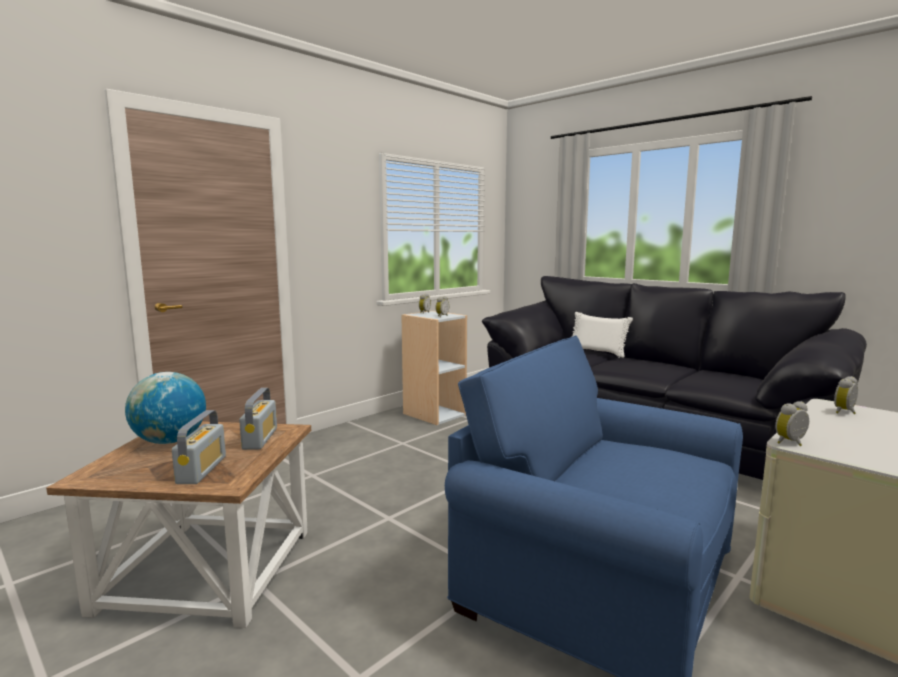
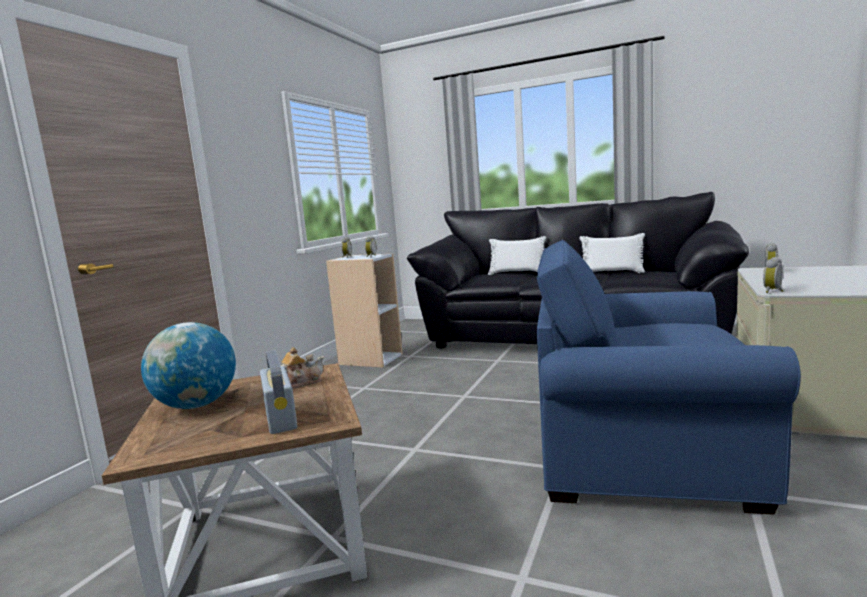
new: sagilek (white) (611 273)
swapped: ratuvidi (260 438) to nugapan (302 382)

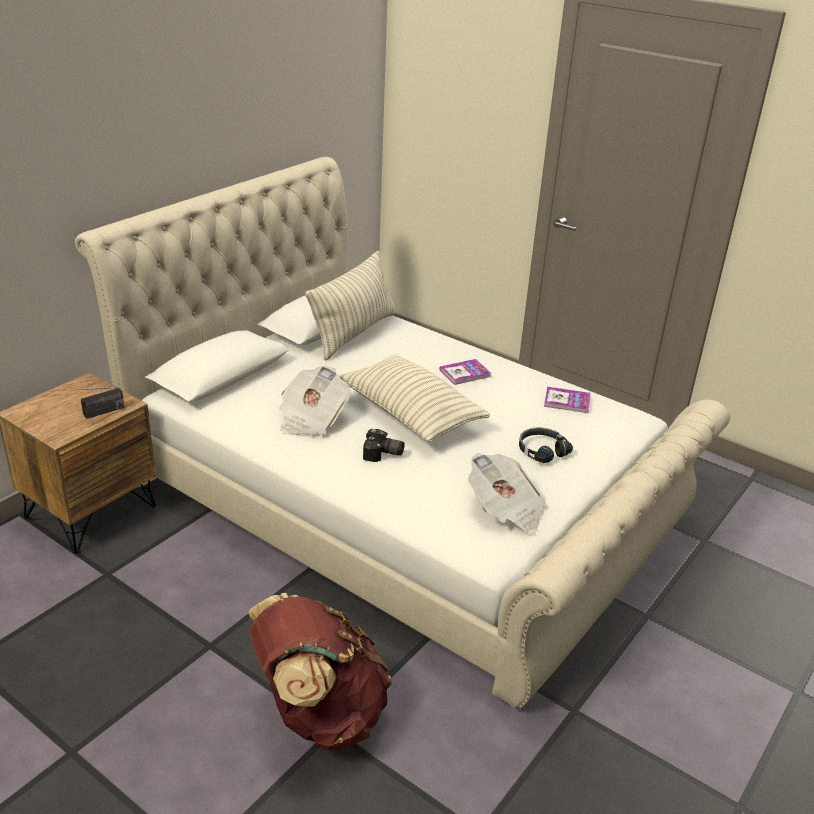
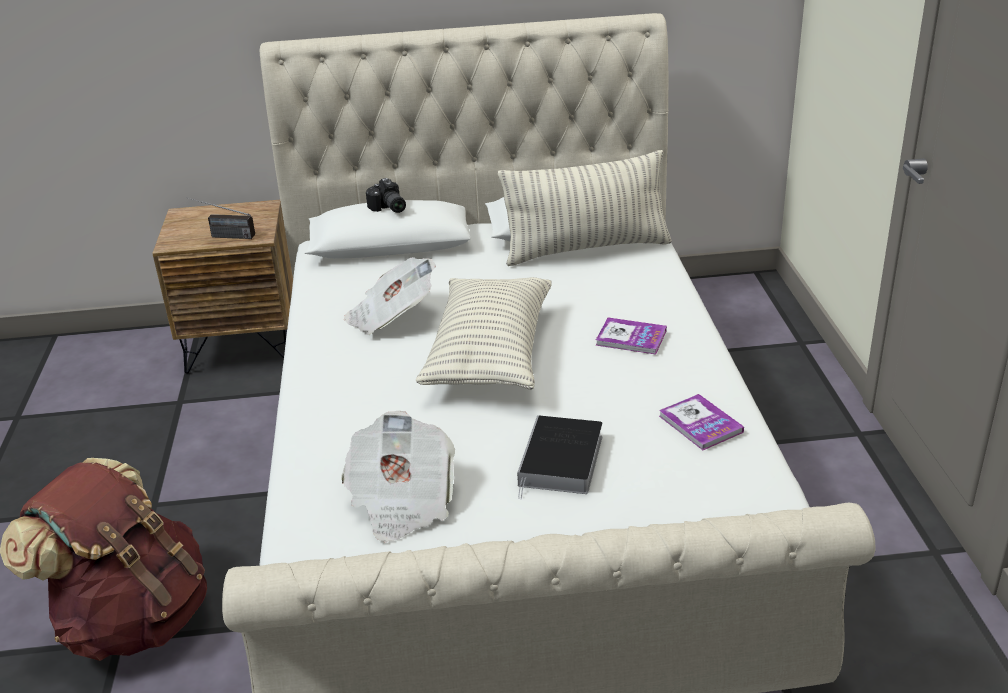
shifted: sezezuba (383 455) to (388 208)
swapped: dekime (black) (541 450) to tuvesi (561 462)

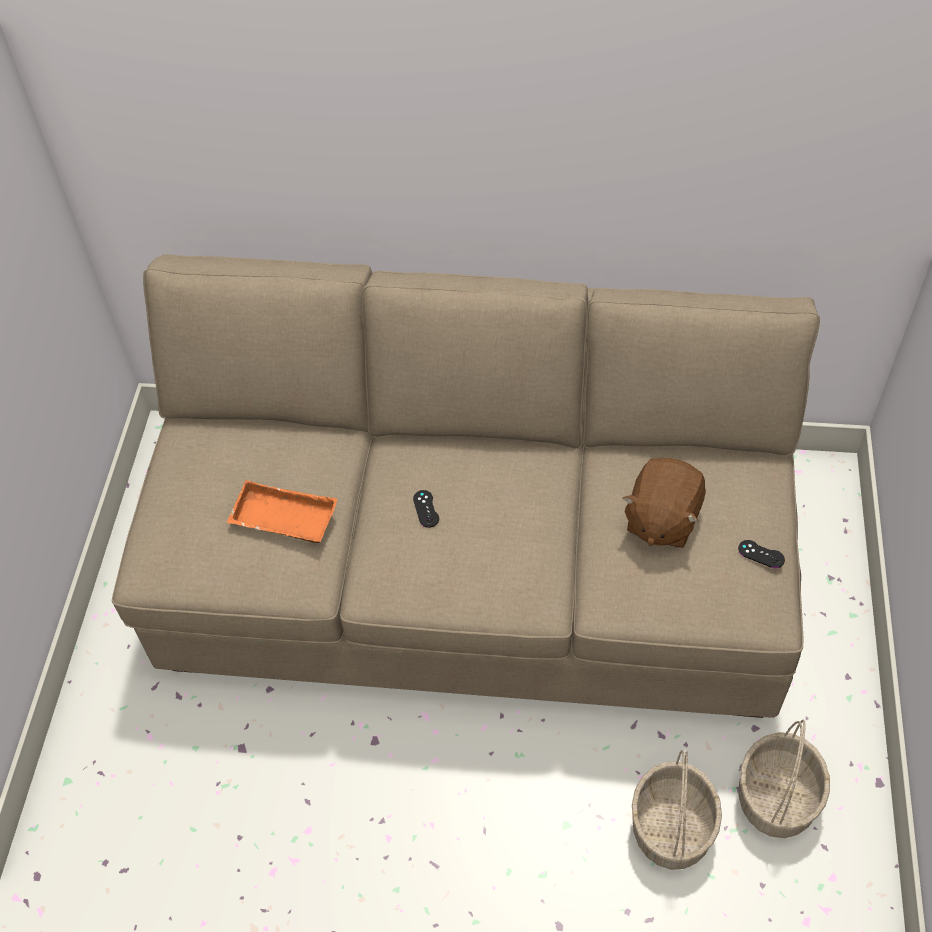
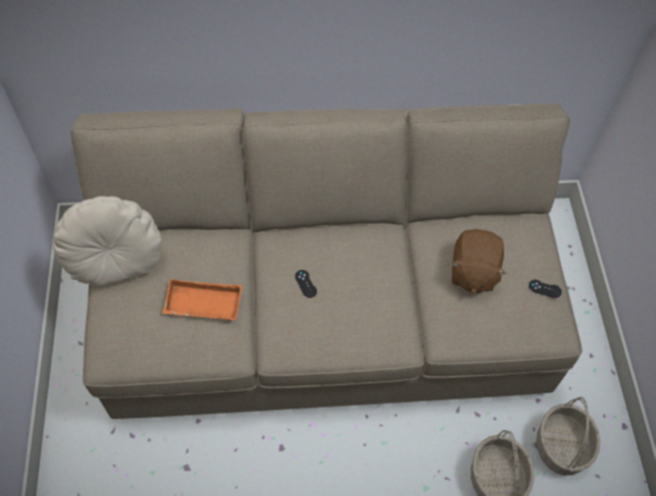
new: sagilek (beige) (117 265)

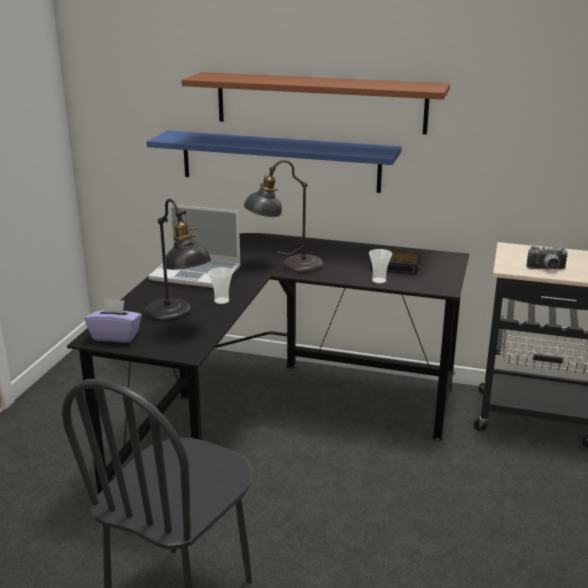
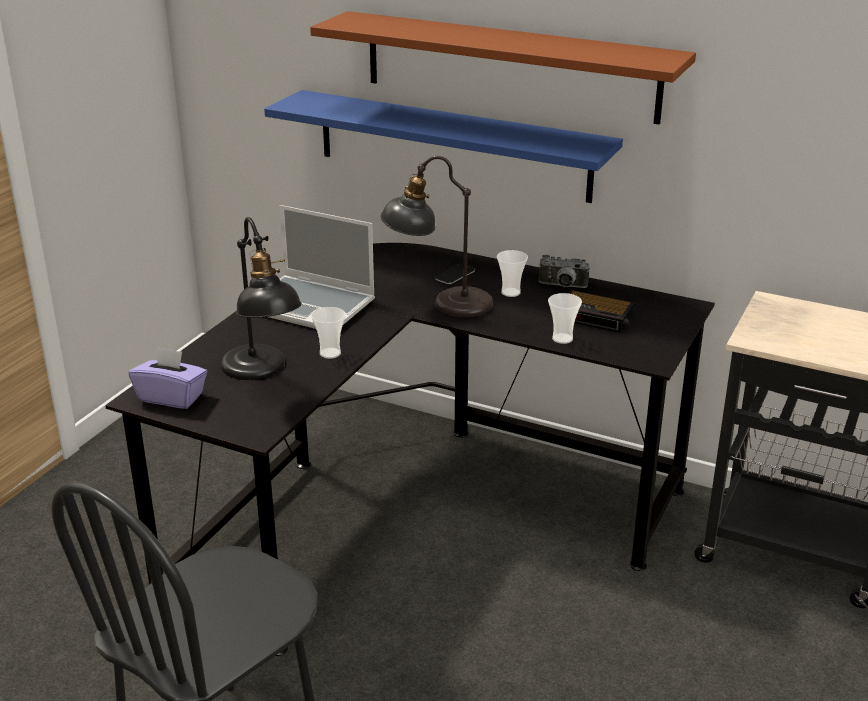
new: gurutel (510 292)
shifted: sezezuba (546 269) to (562 286)

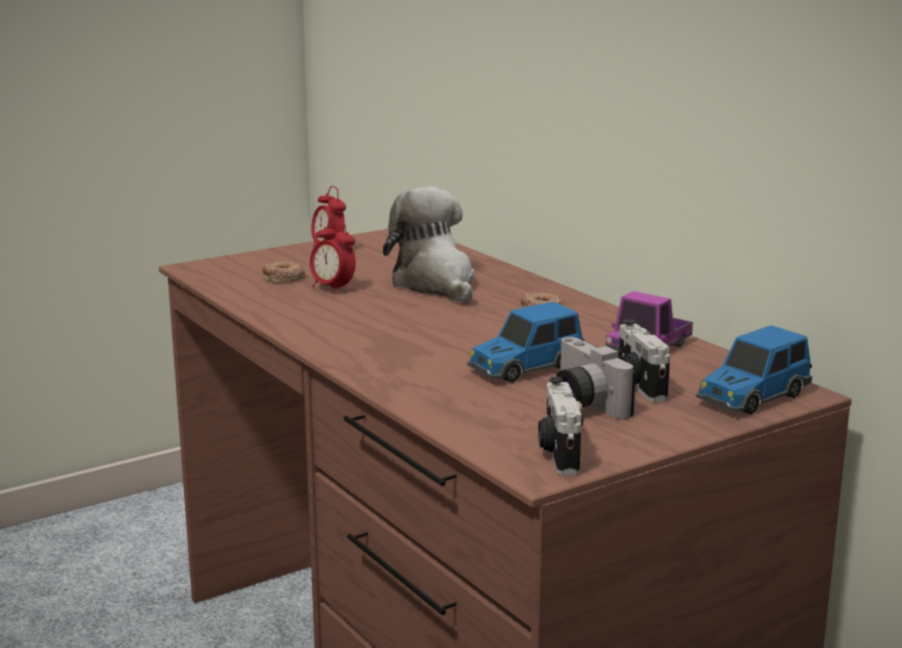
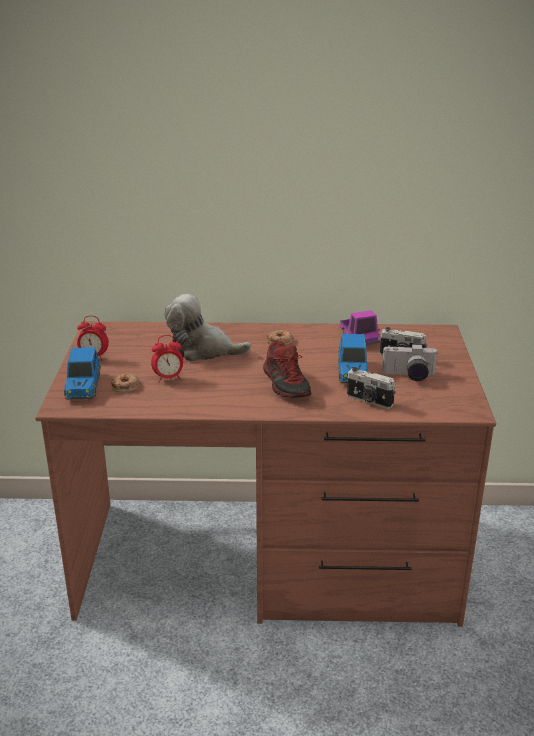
new: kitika (287 384)
shifted: sezezuba (558 453) to (369 401); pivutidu (751 398) to (83 387)

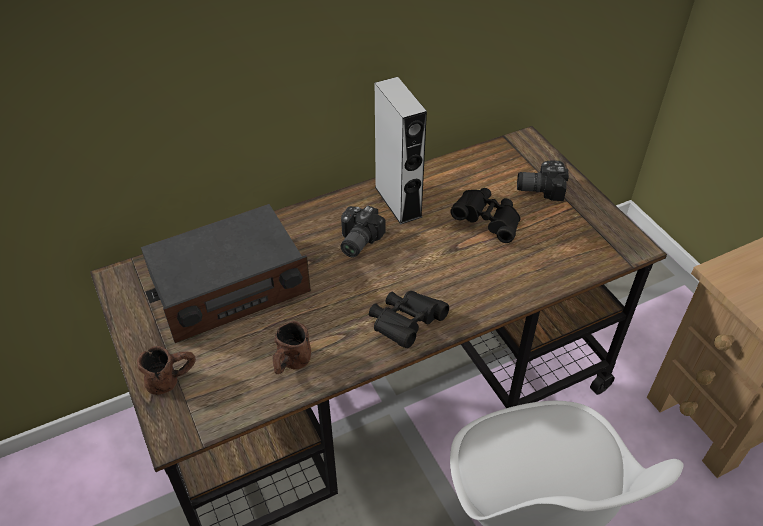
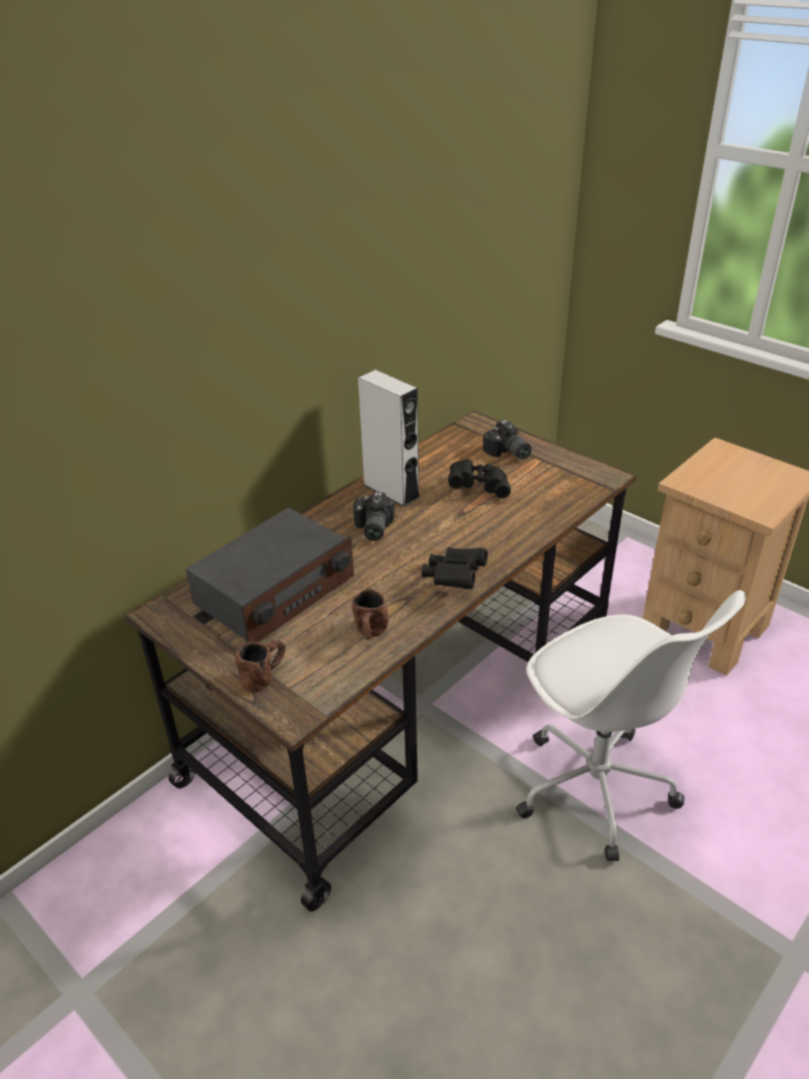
rotated: sezezuba (539 188) = (507 453) 105 degrees counterclockwise

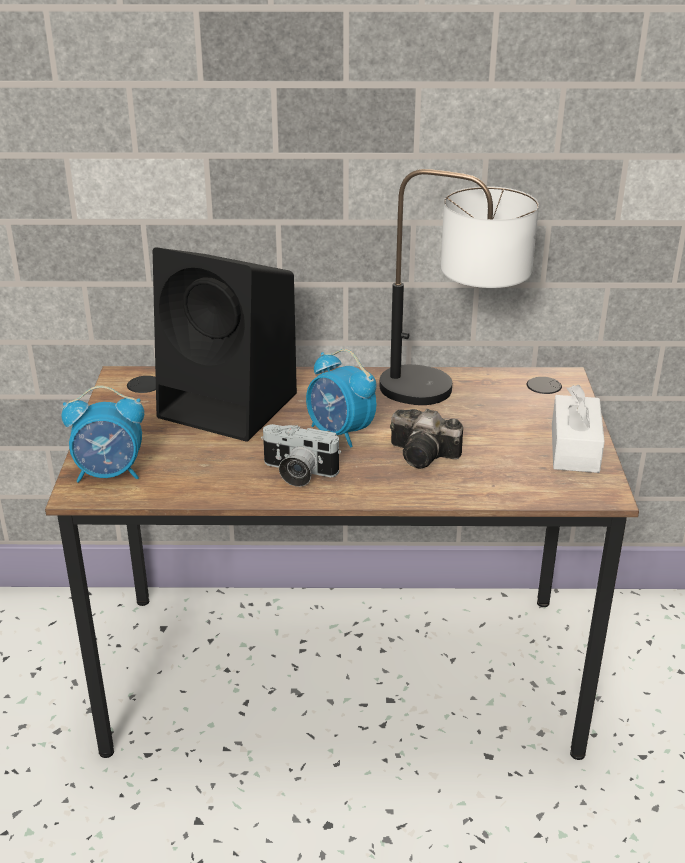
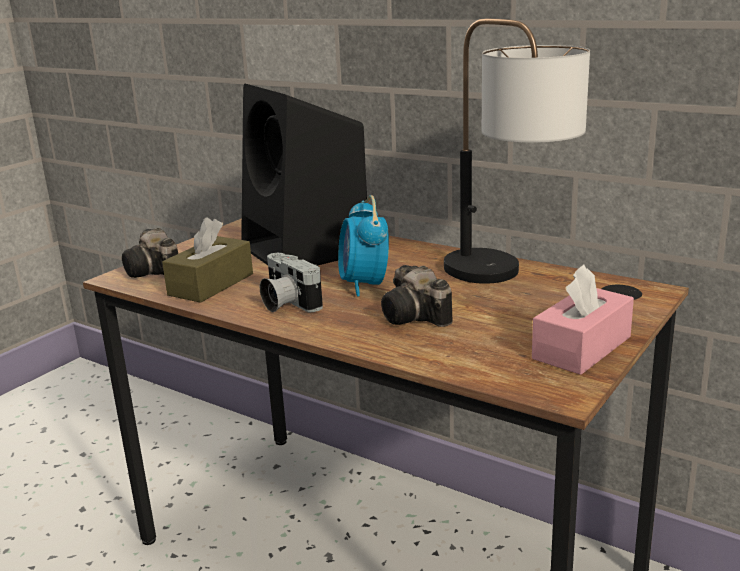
new: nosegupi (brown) (211 284)
swapped: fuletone (110 474) to sezezuba (155 272)
repainted: nosegupi (white) (574 448) to nosegupi (pink) (582 348)

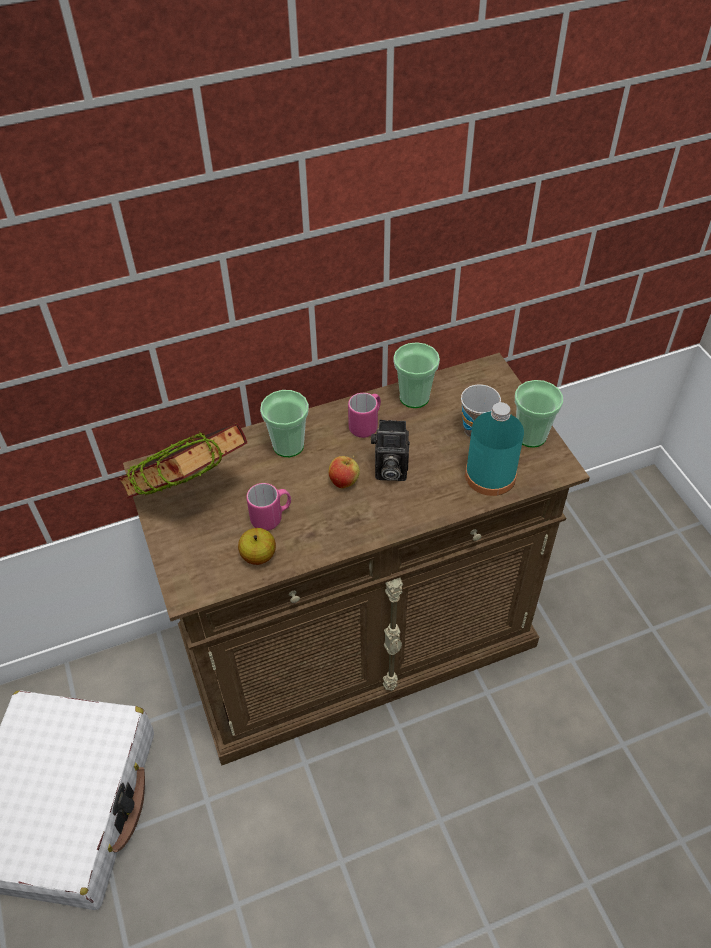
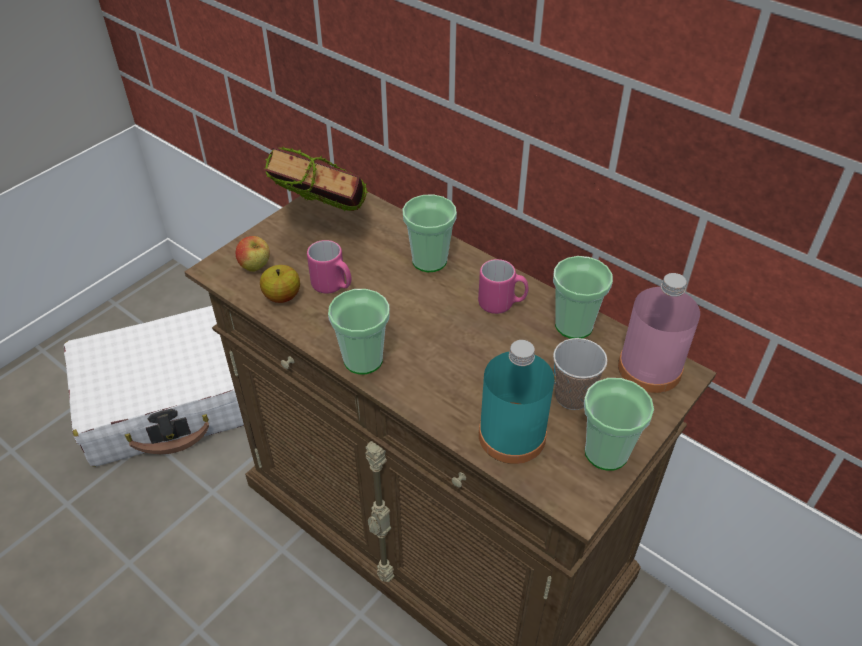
gone: sezezuba (389 470)
new: gurutel (363 359); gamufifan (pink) (649 368)
shifted: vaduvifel (344 482) to (255 267)

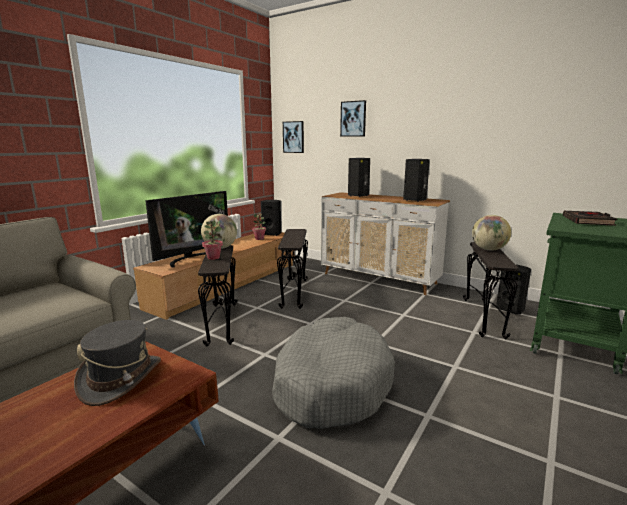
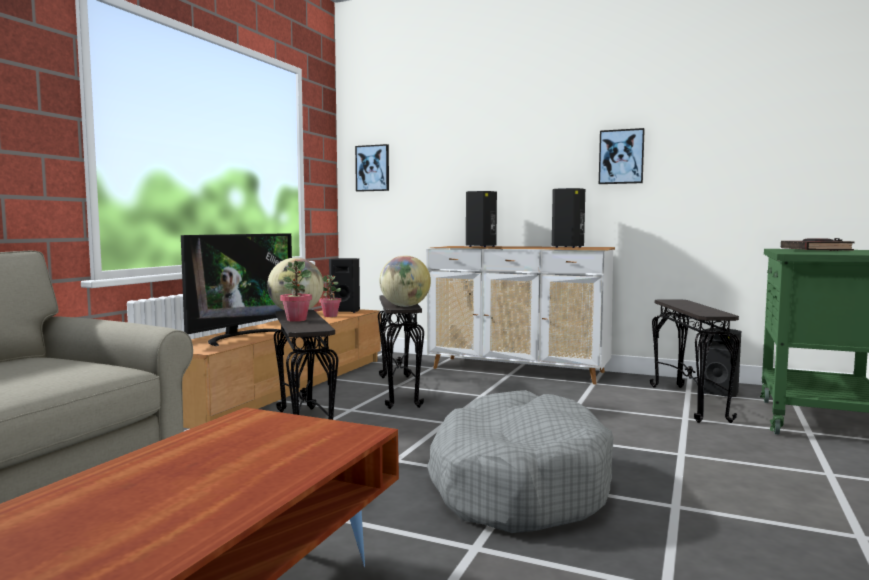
gone: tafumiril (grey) (121 379)
shifted: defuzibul (353 119) to (621 156); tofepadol (488 249) to (405 306)

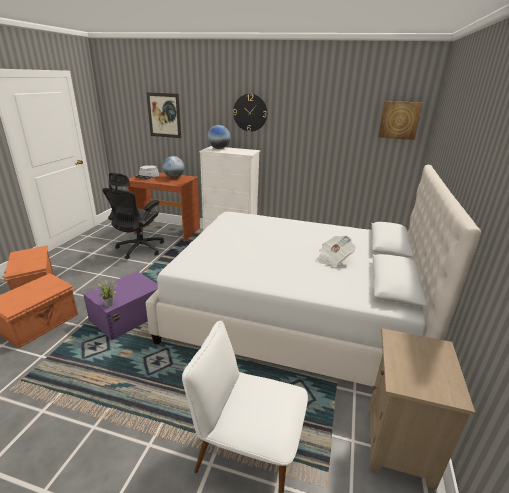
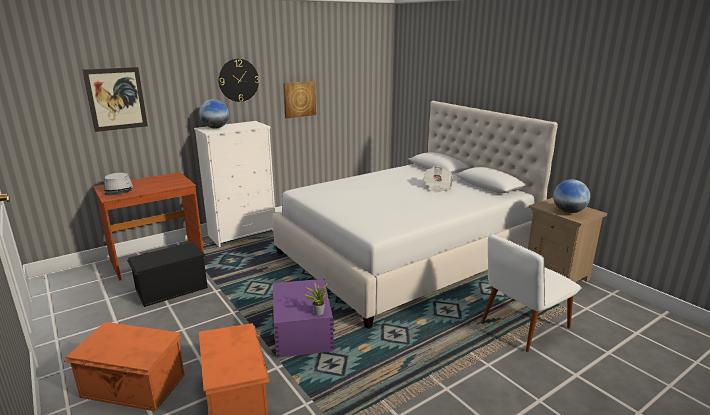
shifted: tofepadol (174 177) to (568 211); defuzibul (399 120) to (299 99)
swapped: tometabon (139 250) to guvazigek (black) (171 288)

